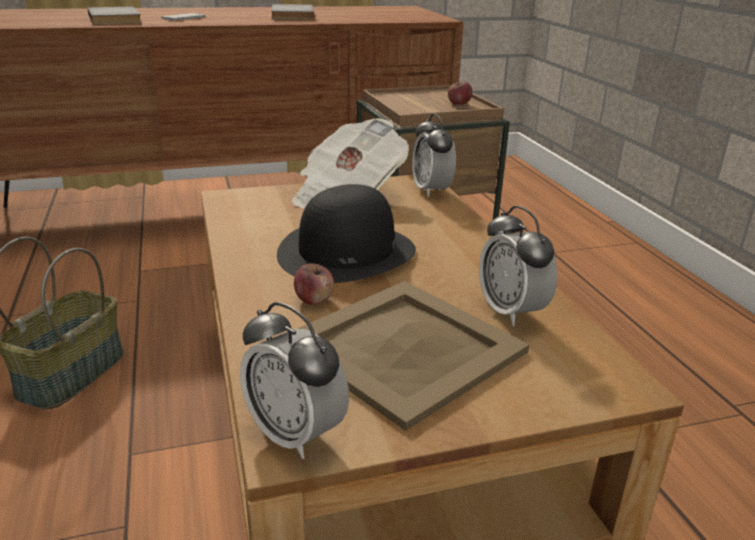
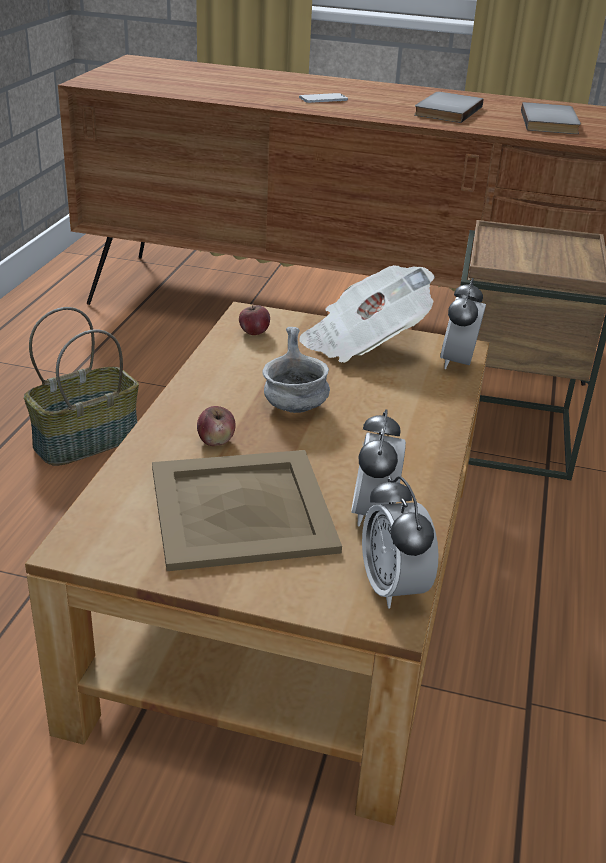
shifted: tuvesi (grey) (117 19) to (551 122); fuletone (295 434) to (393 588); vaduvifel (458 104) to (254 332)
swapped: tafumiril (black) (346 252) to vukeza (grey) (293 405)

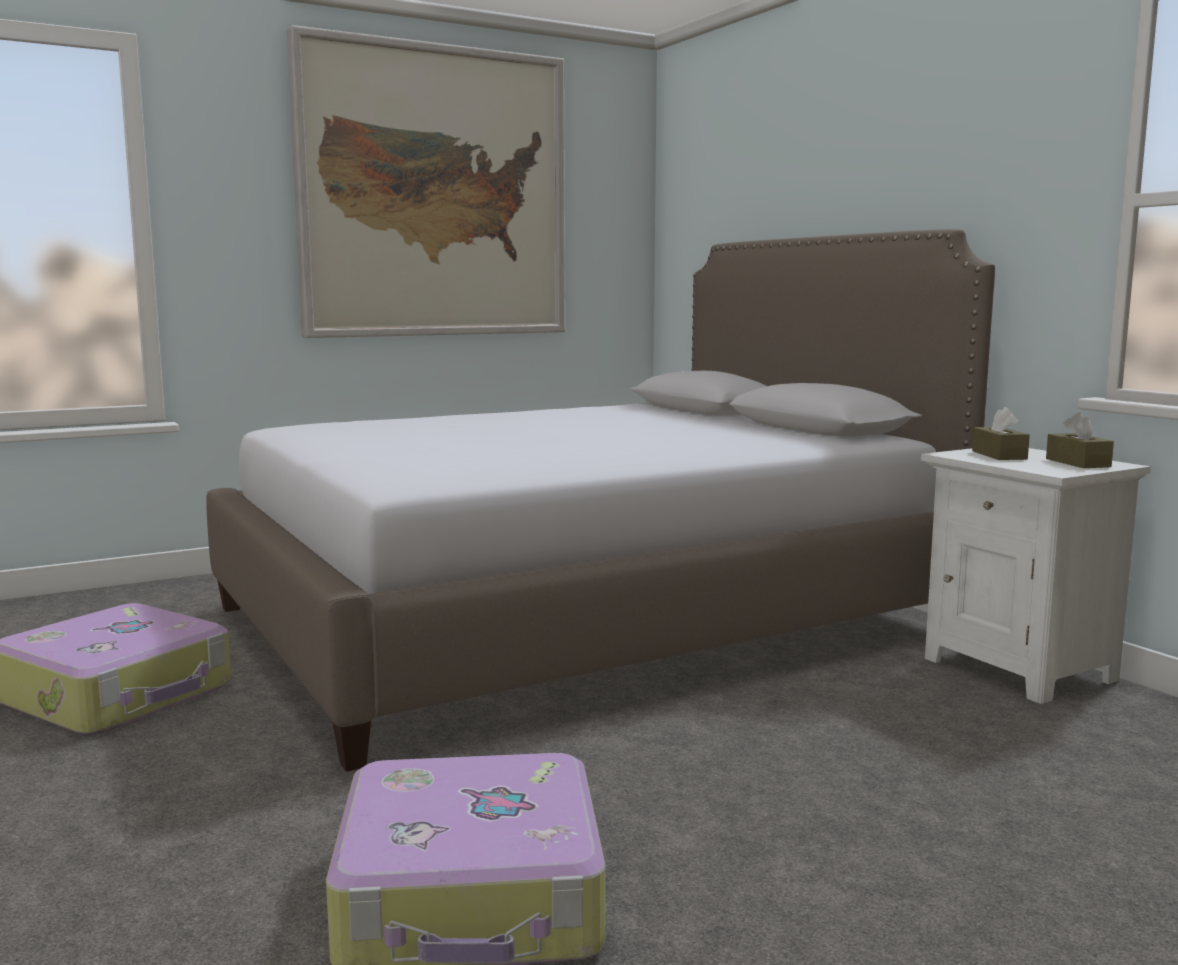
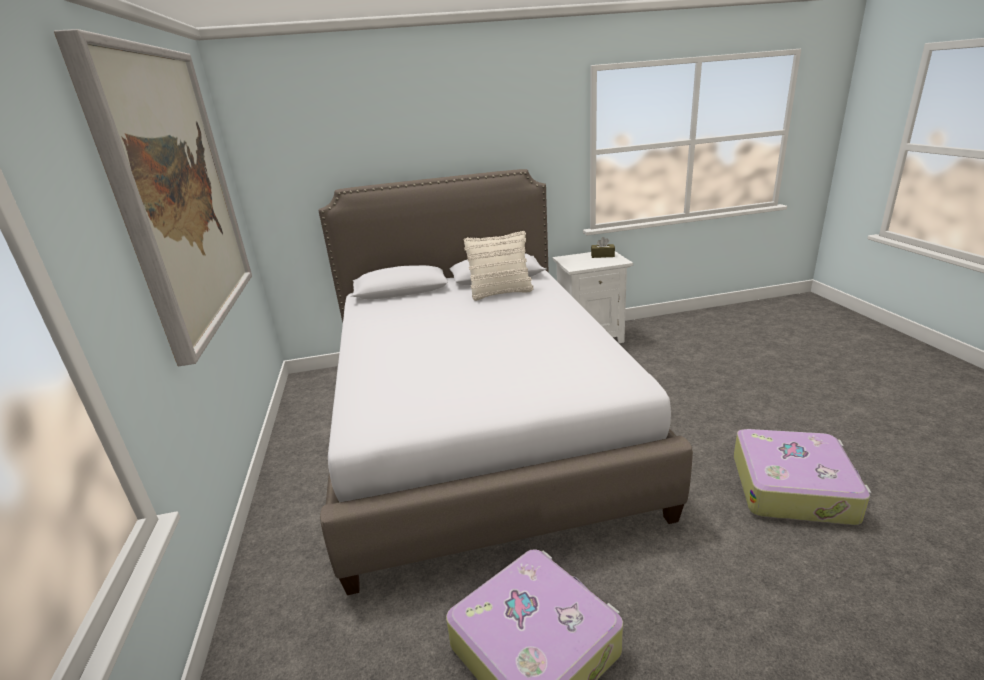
gone: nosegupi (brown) (999 455)
new: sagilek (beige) (501 293)

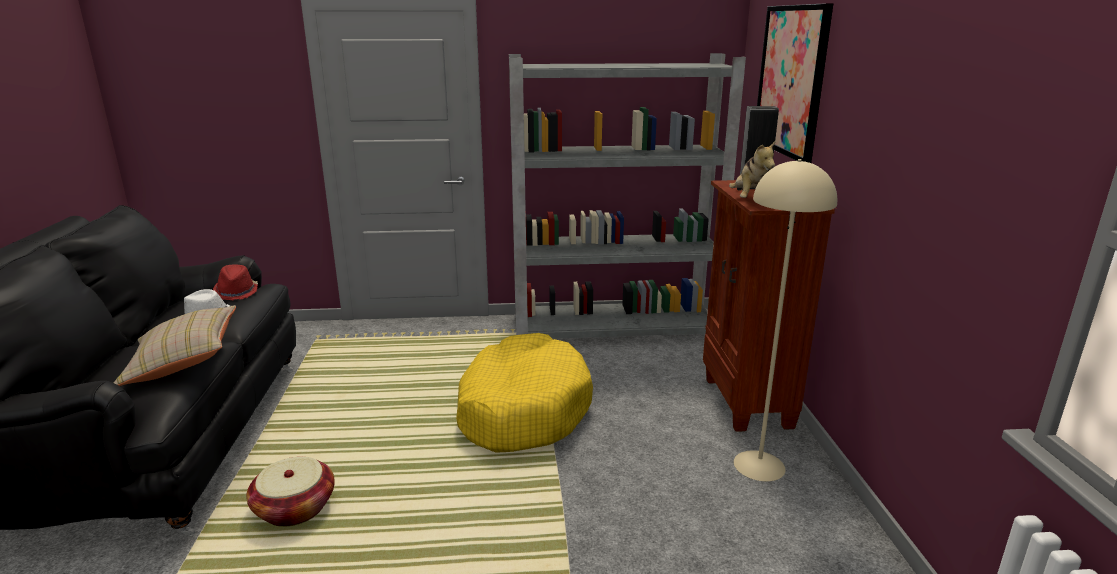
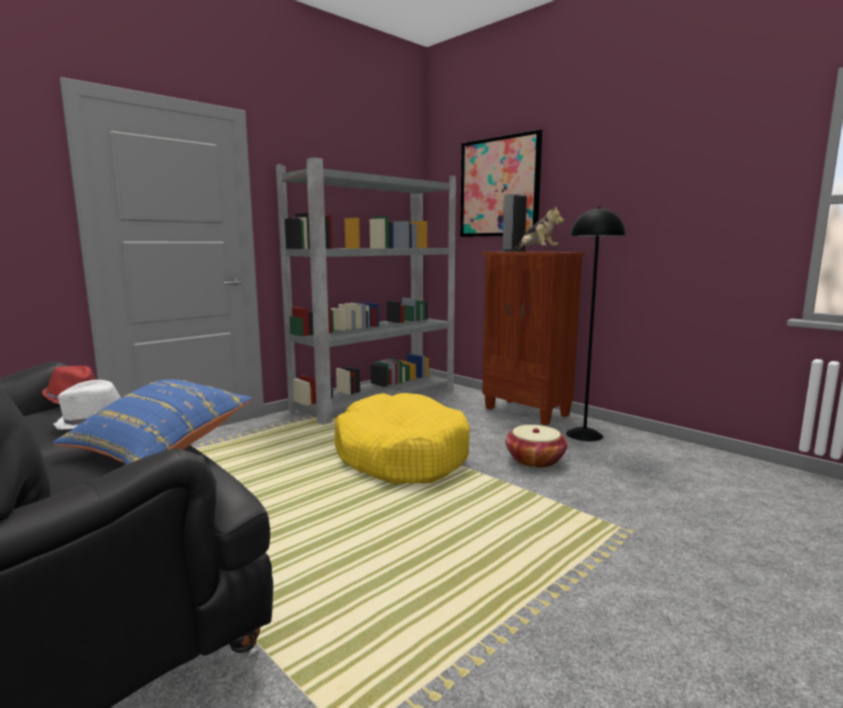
shifted: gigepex (295 508) to (535 460)
repainted: sagilek (beige) (183 362) to sagilek (blue) (159 448); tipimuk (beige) (759 465) to tipimuk (black) (584 434)

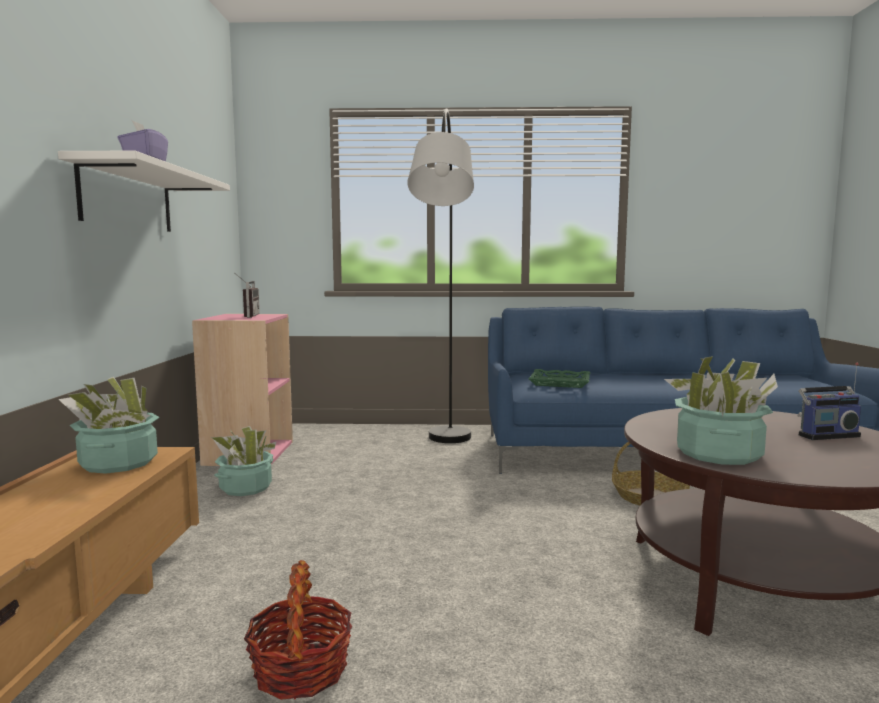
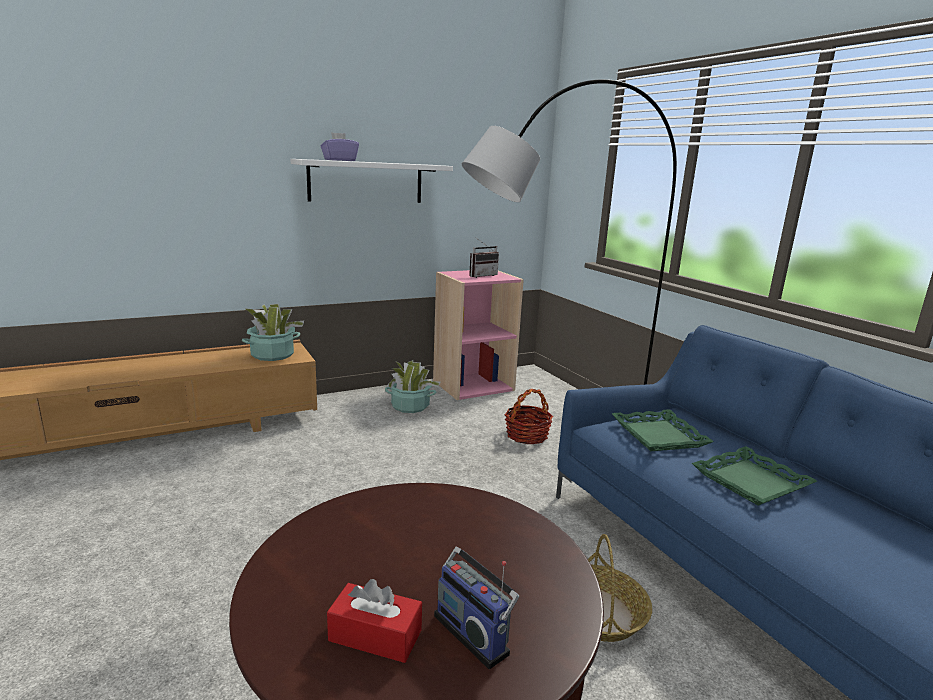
gone: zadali (718 454)
new: nosegupi (red) (375 635); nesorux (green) (751 482)
shifted: gigepex (301 670) to (527 435)

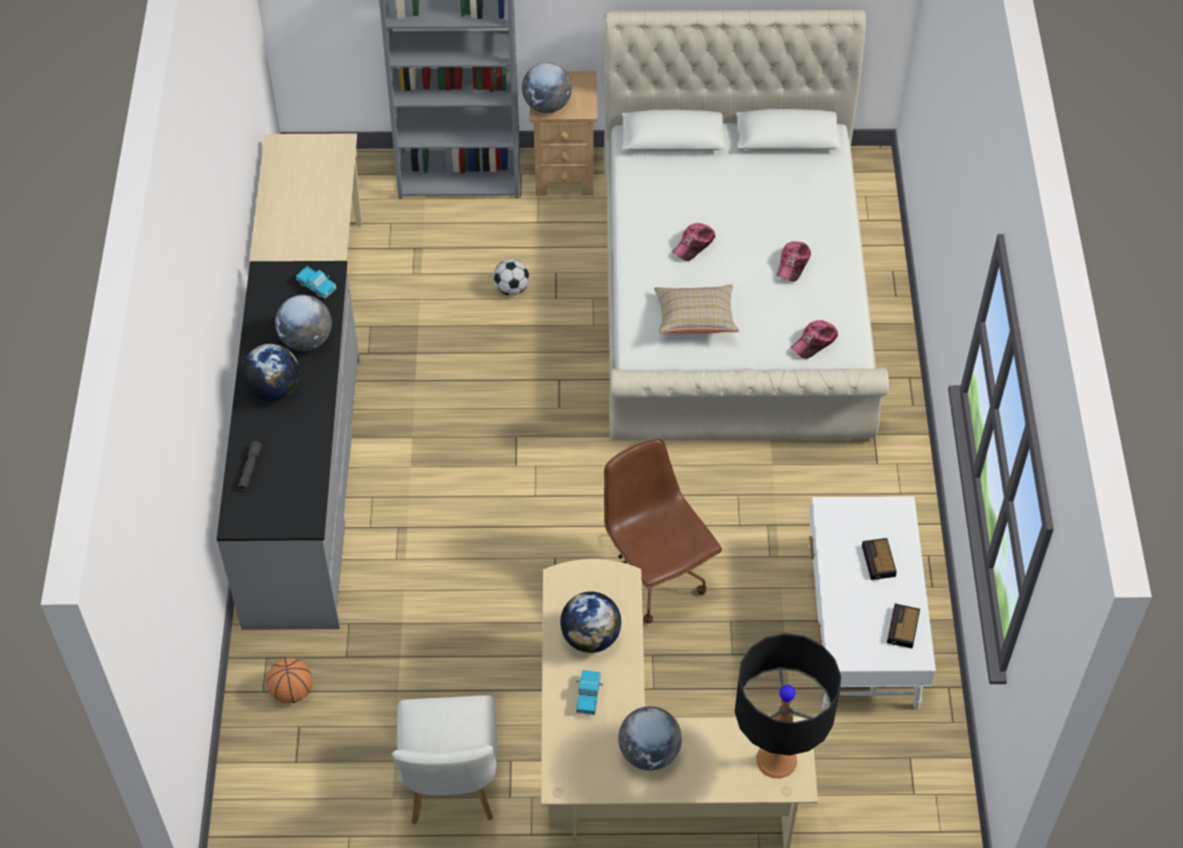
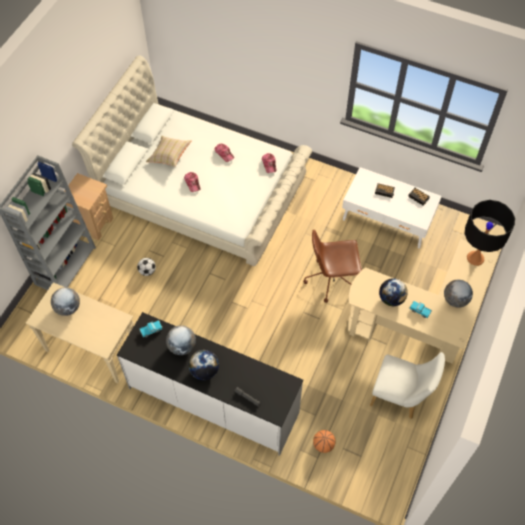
shifted: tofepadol (547 105) to (68 308); sagilek (beige) (695 320) to (169 156)

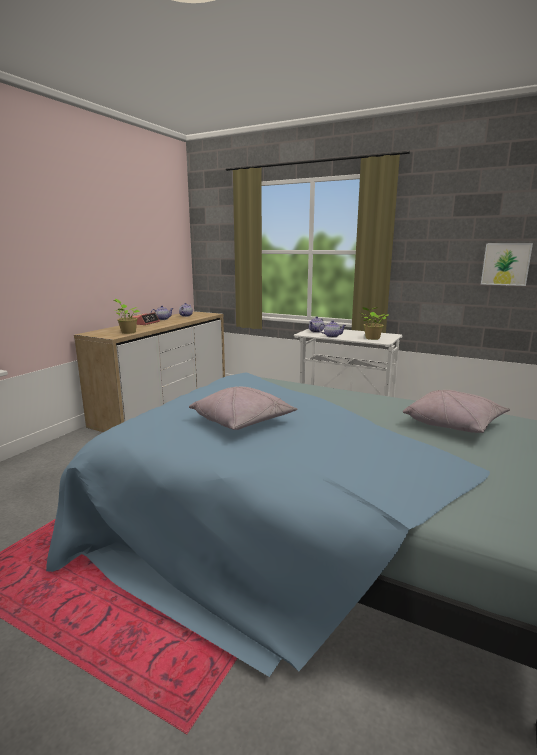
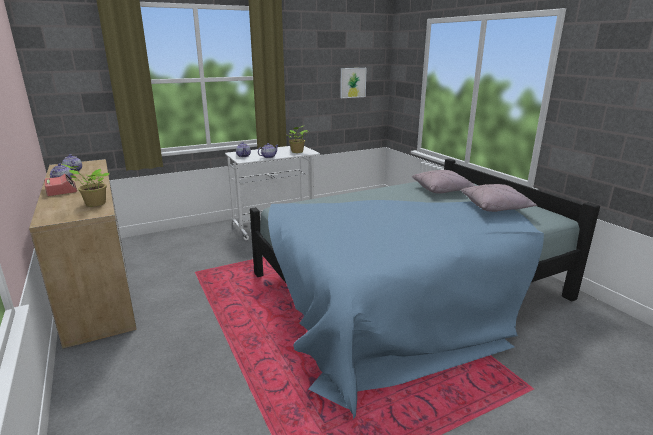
shifted: sagilek (purple) (243 422) to (495 207)

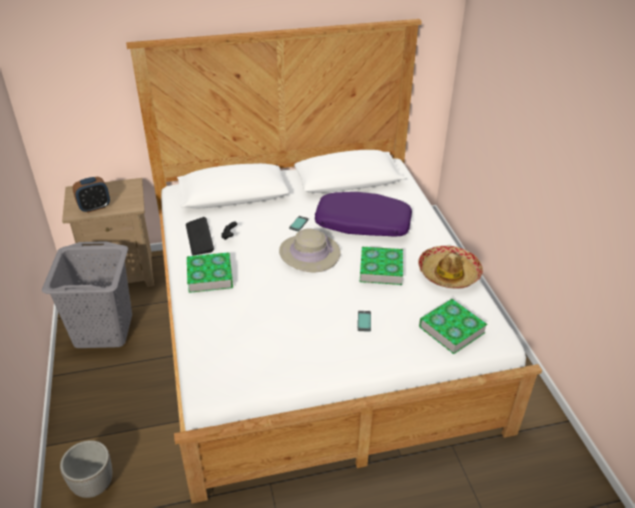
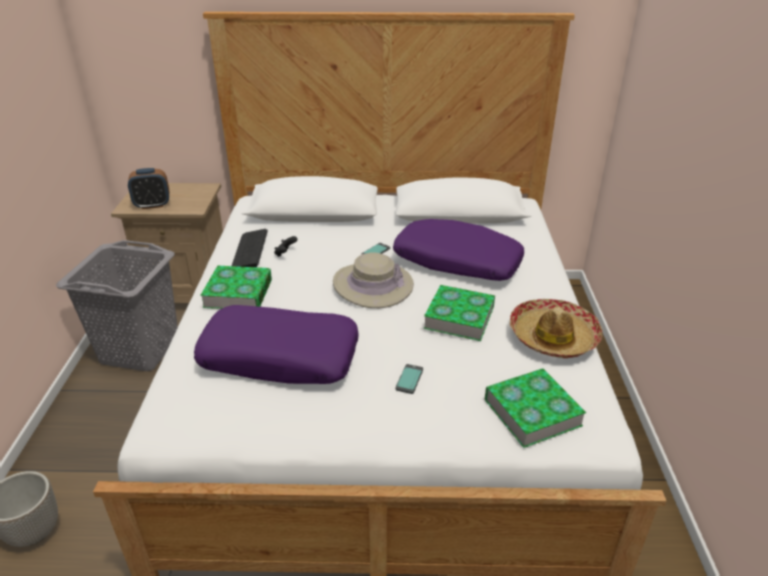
new: sagilek (purple) (280 356)

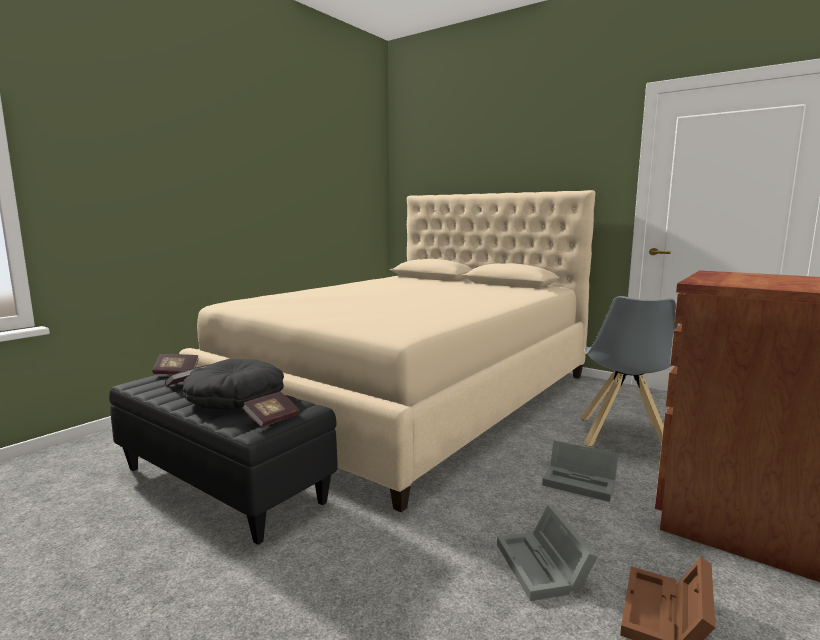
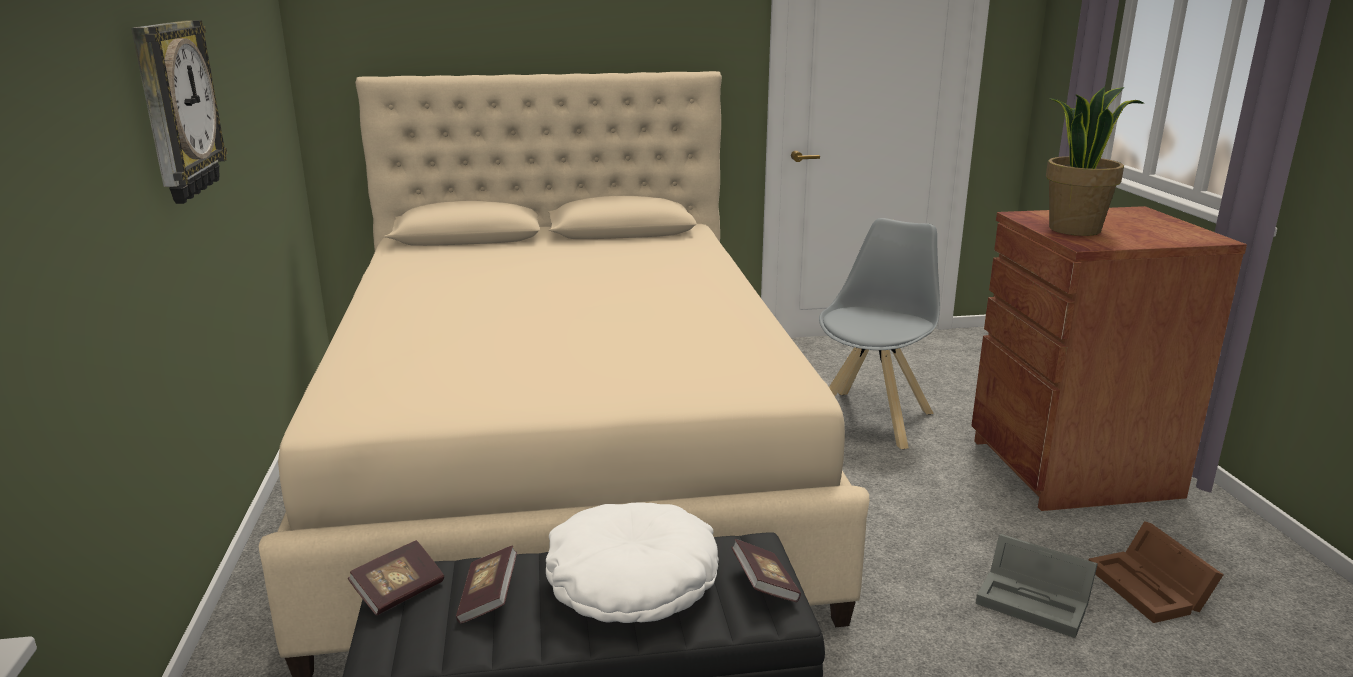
gone: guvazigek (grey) (582 482)
new: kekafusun (175 110); zadali (1074 229)
repainted: sagilek (black) (234 399) to sagilek (white) (630 585)
rotated: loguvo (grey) (623 437) = (872 417) 120 degrees counterclockwise

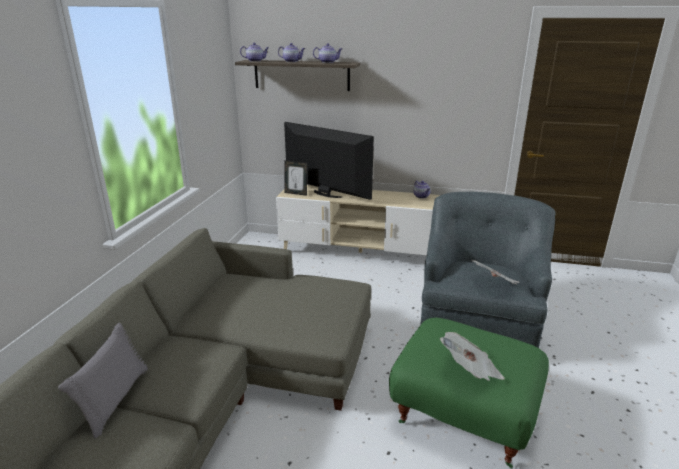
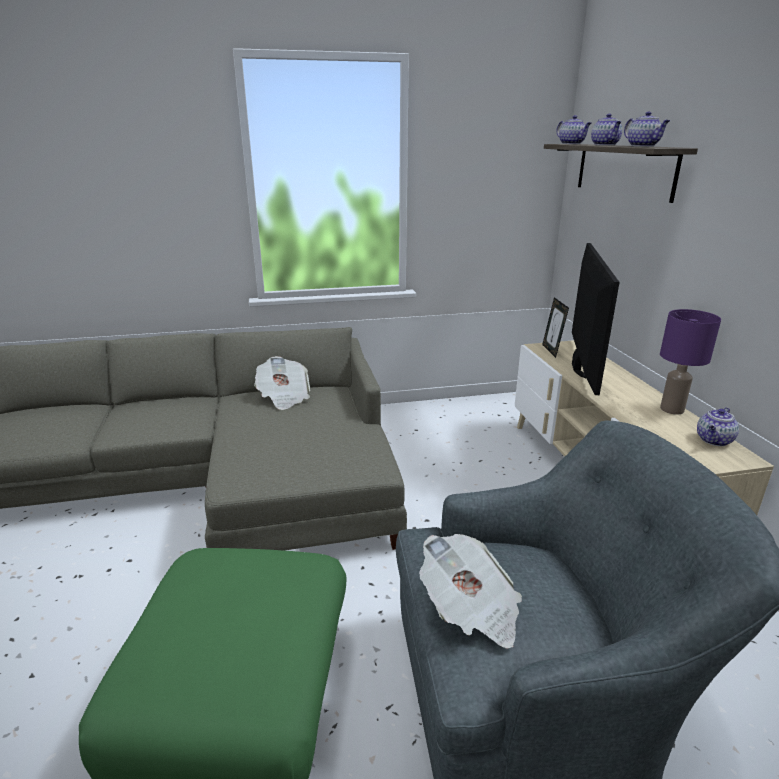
gone: sagilek (grey) (114 400)
new: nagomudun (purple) (672 409)
shifted: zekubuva (470 370) to (284 397)

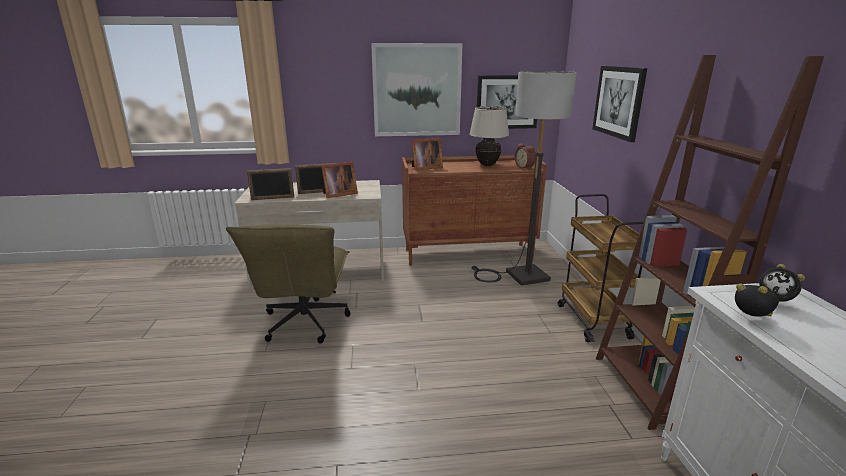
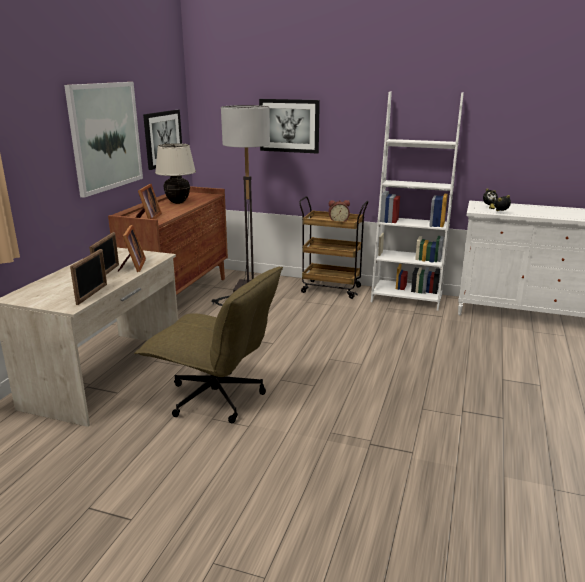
shifted: fuletone (525 167) to (338 221)
repainted: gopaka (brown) (649 388) to gopaka (white) (406 298)

